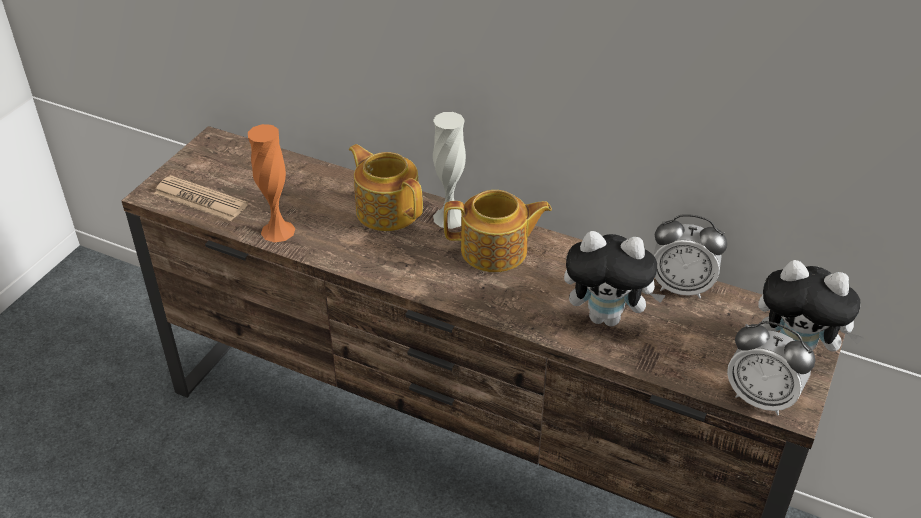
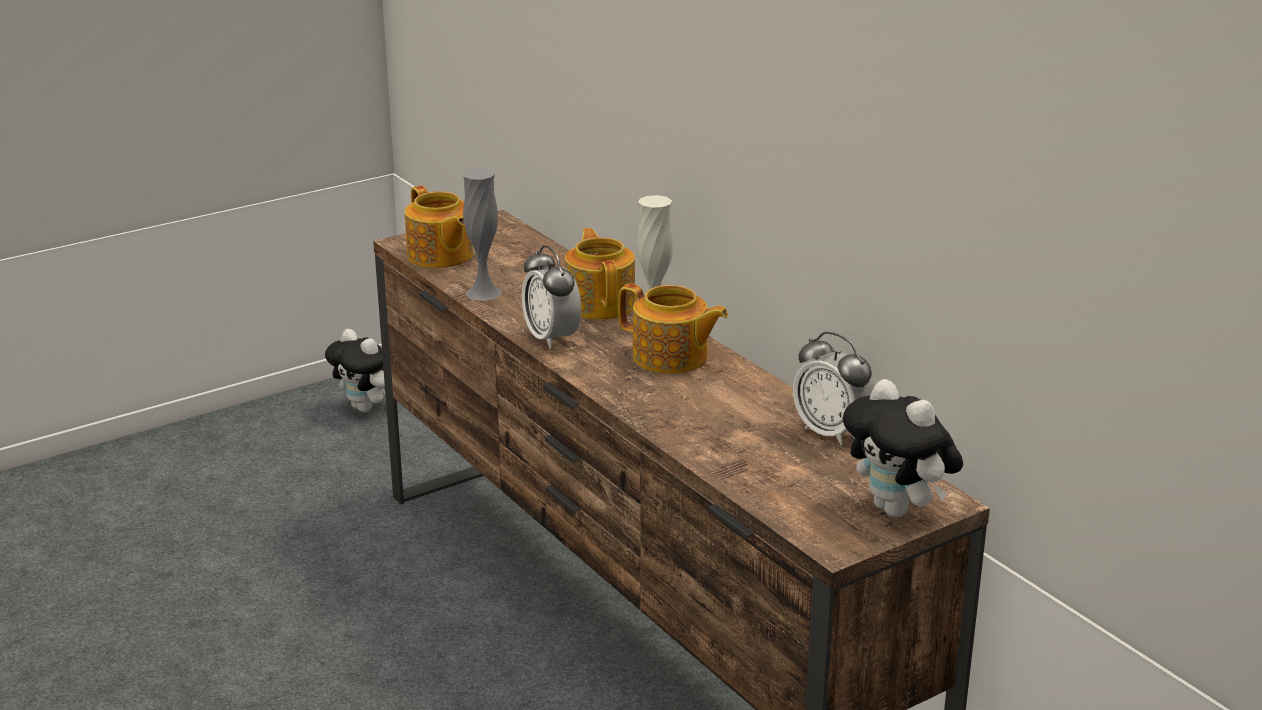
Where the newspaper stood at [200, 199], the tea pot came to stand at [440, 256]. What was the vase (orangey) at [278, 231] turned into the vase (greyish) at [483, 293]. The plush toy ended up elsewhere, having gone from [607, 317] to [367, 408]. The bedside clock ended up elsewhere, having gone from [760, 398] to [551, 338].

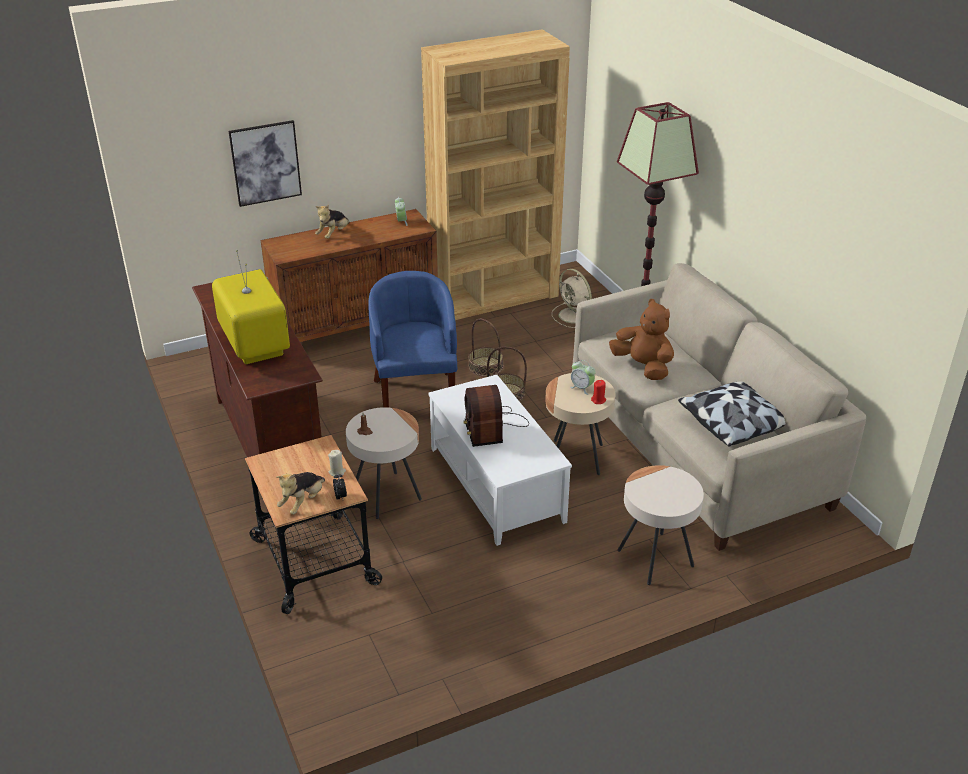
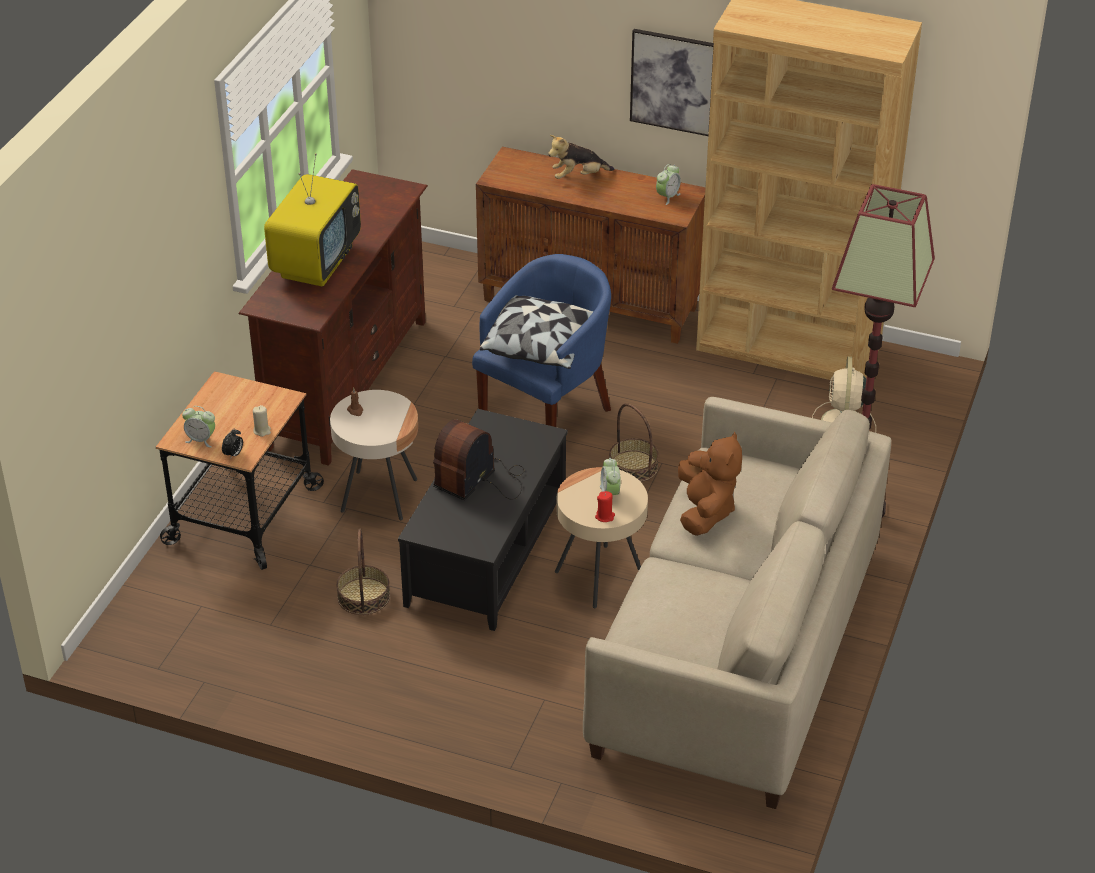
The wall picture ended up elsewhere, having gone from [265, 163] to [673, 81]. Where the plush toy stood at [303, 502], the bedside clock came to stand at [201, 440]. What was the coffee table (whitish) at [497, 484] turned into the coffee table (black-coloured) at [488, 552]. The storage basket ended up elsewhere, having gone from [486, 366] to [364, 596]. The second view lost the side table (beige-coloured) at [655, 558]. The cushion ended up elsewhere, having gone from [734, 424] to [540, 345].

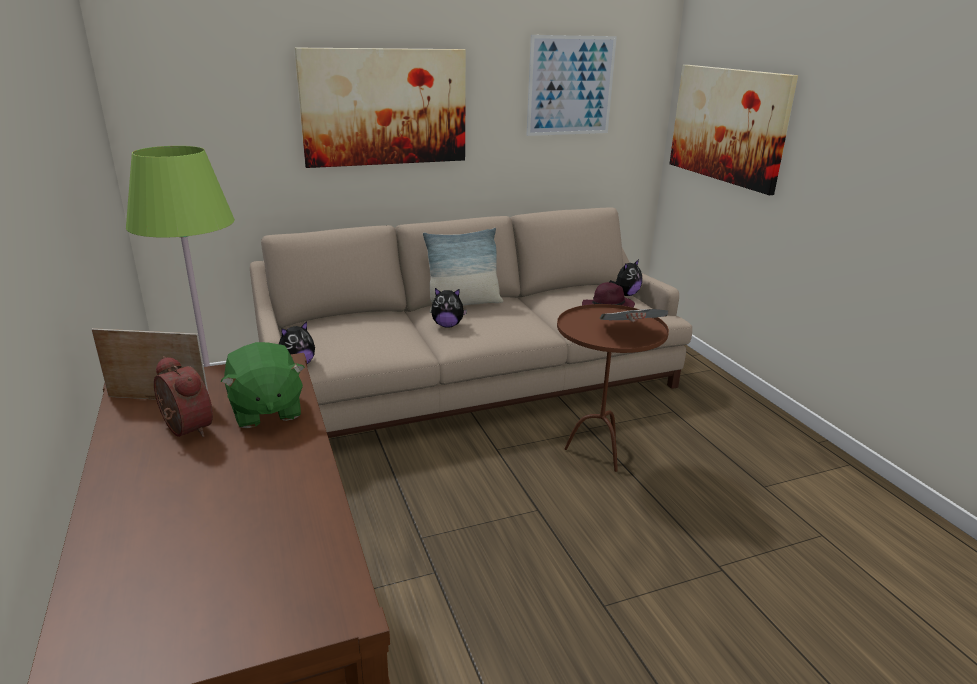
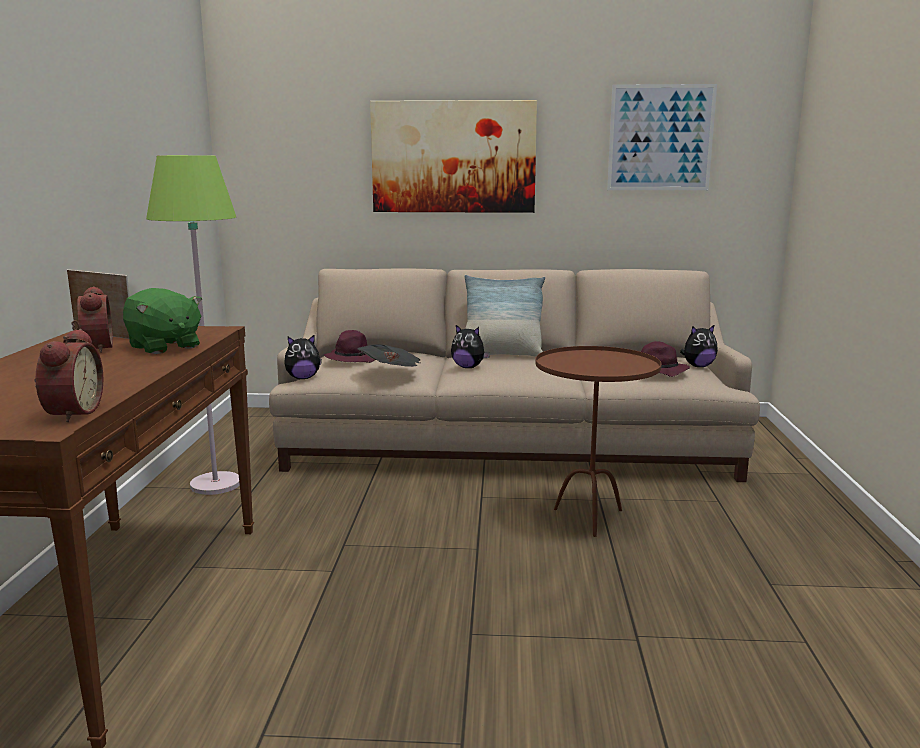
The plush toy (greenish) at [266, 410] ended up facing another way, 45 degrees counterclockwise from before. The newspaper ended up elsewhere, having gone from [630, 333] to [392, 373]. The second view lost the wall picture at [728, 125]. The second view gained the bedside clock at [70, 413]. The second view gained the wearable hat (purple-coloured) at [352, 358].

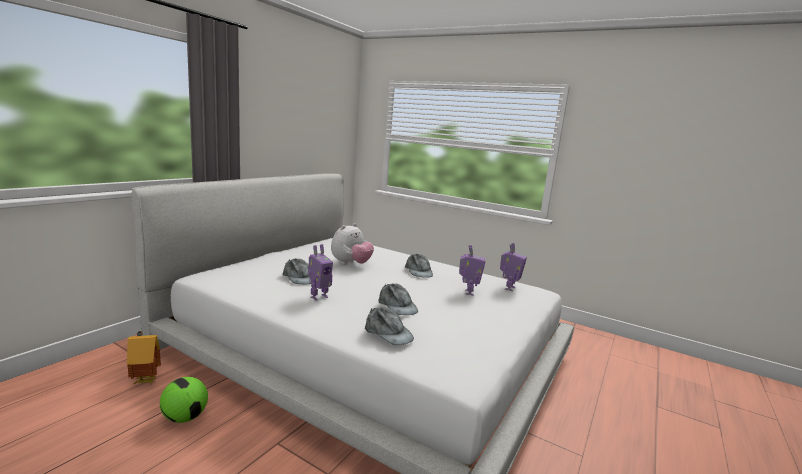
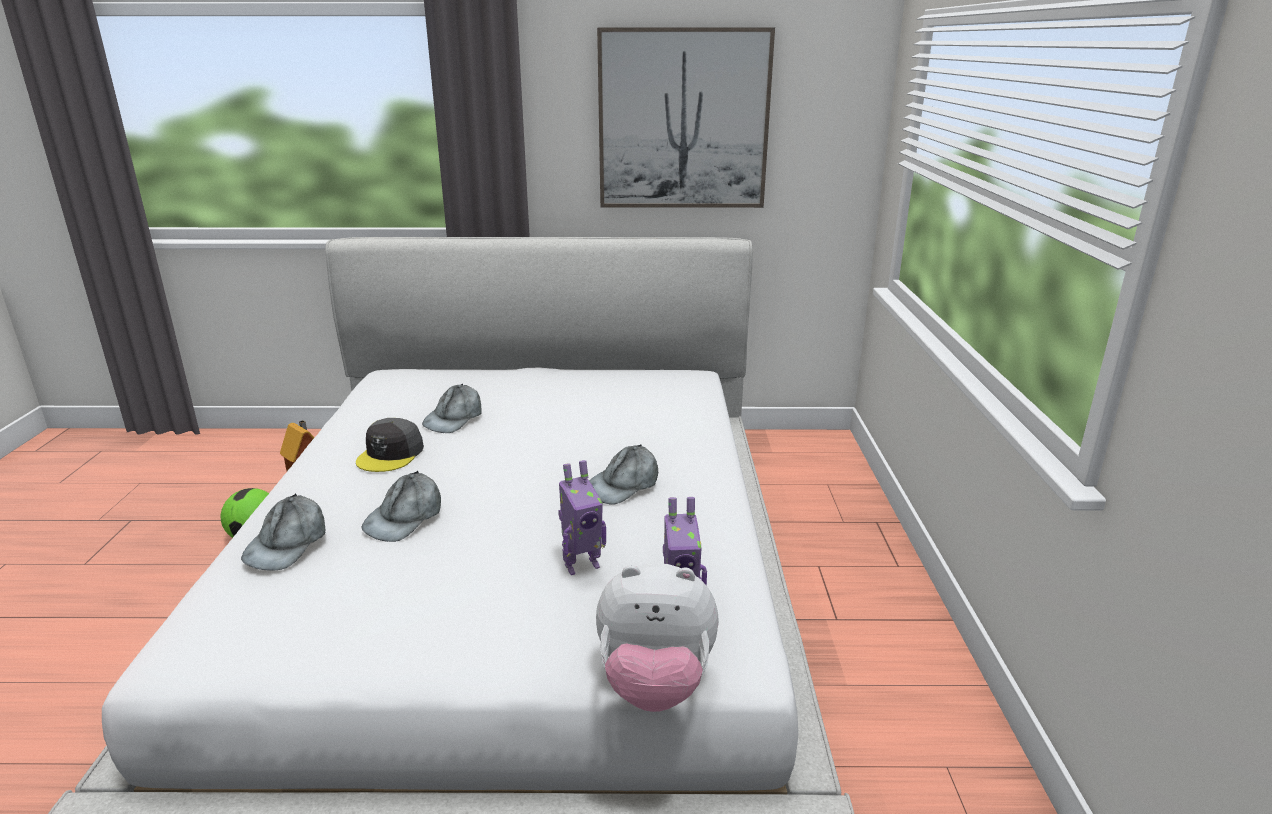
Where the model robot stood at [318, 297], the baseball cap (greyish) came to stand at [391, 454]. The plush toy ended up elsewhere, having gone from [351, 264] to [655, 684]. The second view gained the wall picture at [683, 120].

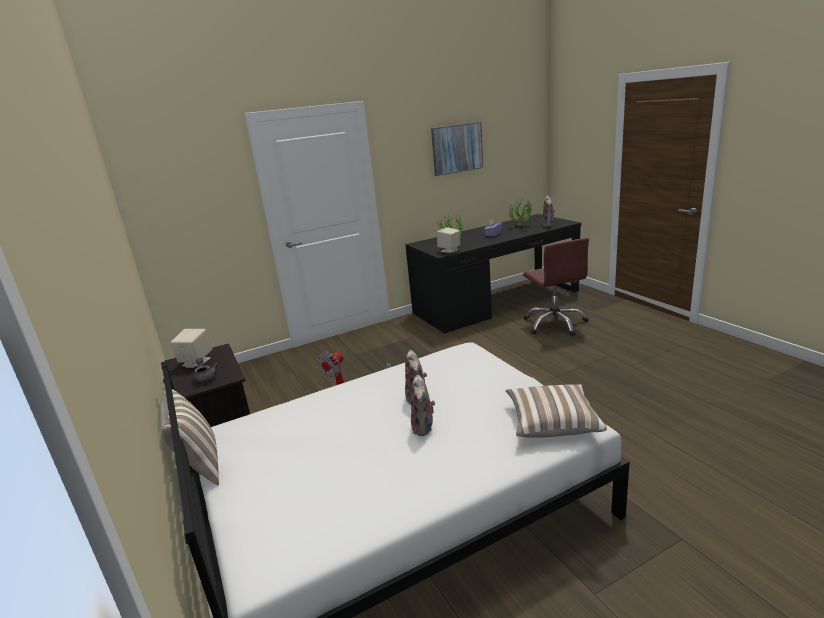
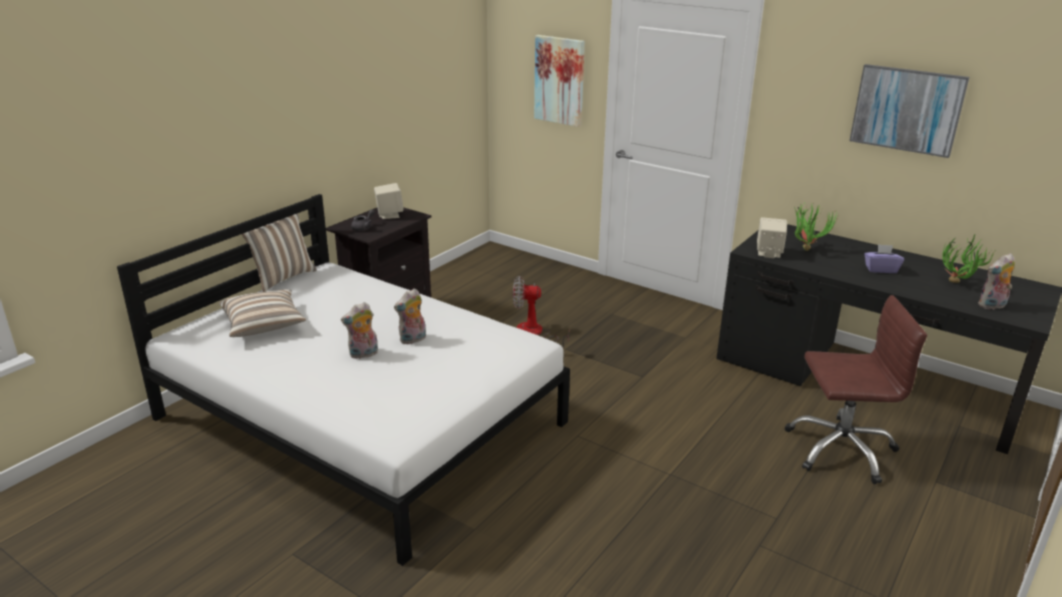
The cushion ended up elsewhere, having gone from [551, 422] to [264, 325]. The desk chair (brown-coloured) at [555, 324] ended up facing another way, 135 degrees counterclockwise from before. The second view gained the wall picture at [559, 80].

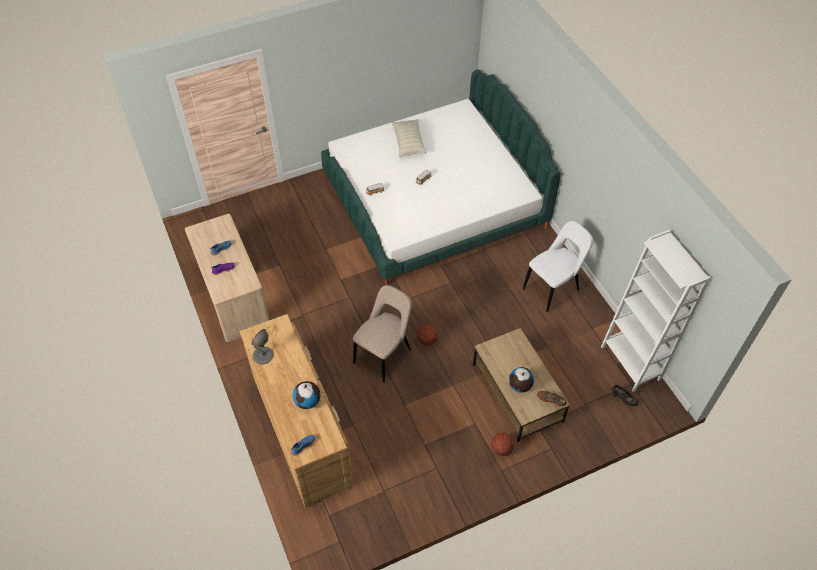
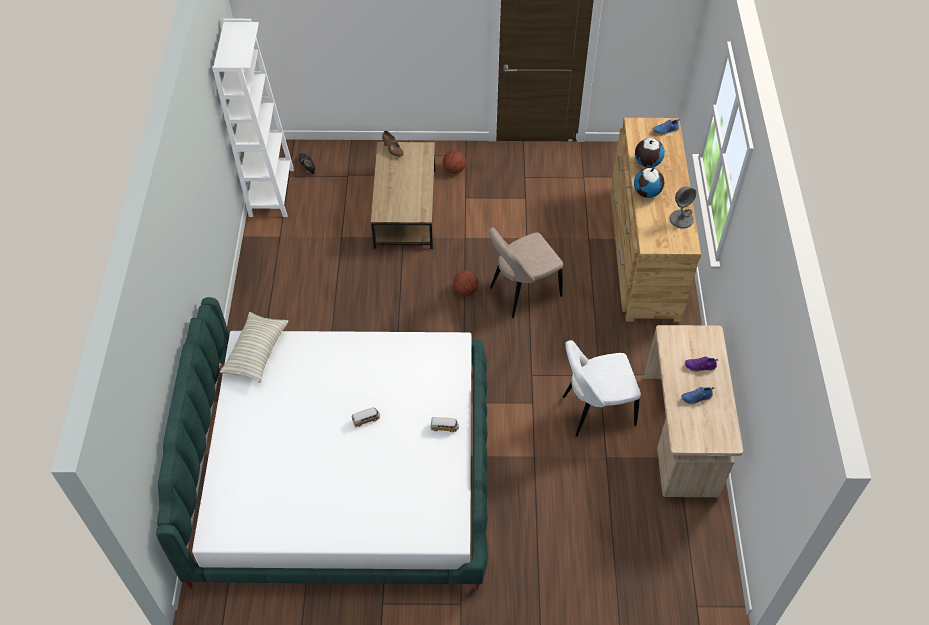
The cushion ended up elsewhere, having gone from [408, 143] to [256, 352]. The globe ended up elsewhere, having gone from [520, 386] to [647, 193]. The upright chair (whitish) ended up elsewhere, having gone from [553, 288] to [595, 411].

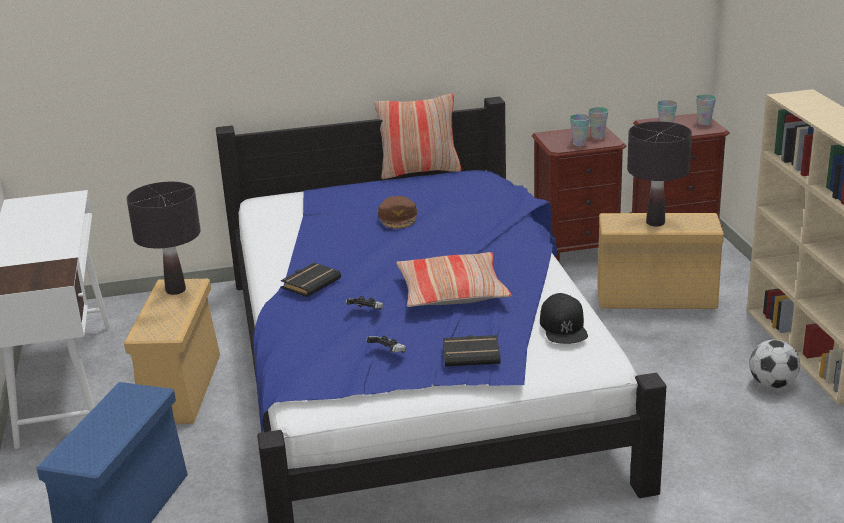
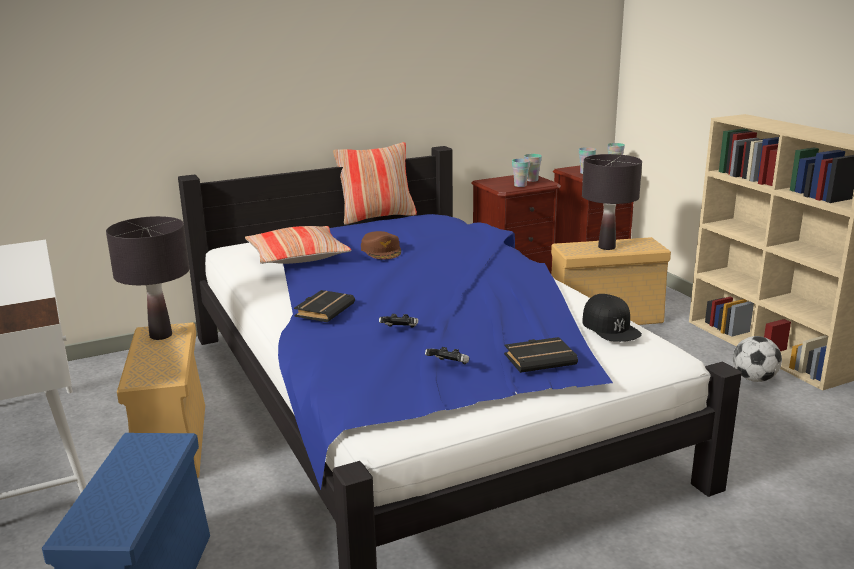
The cushion ended up elsewhere, having gone from [452, 292] to [297, 256].

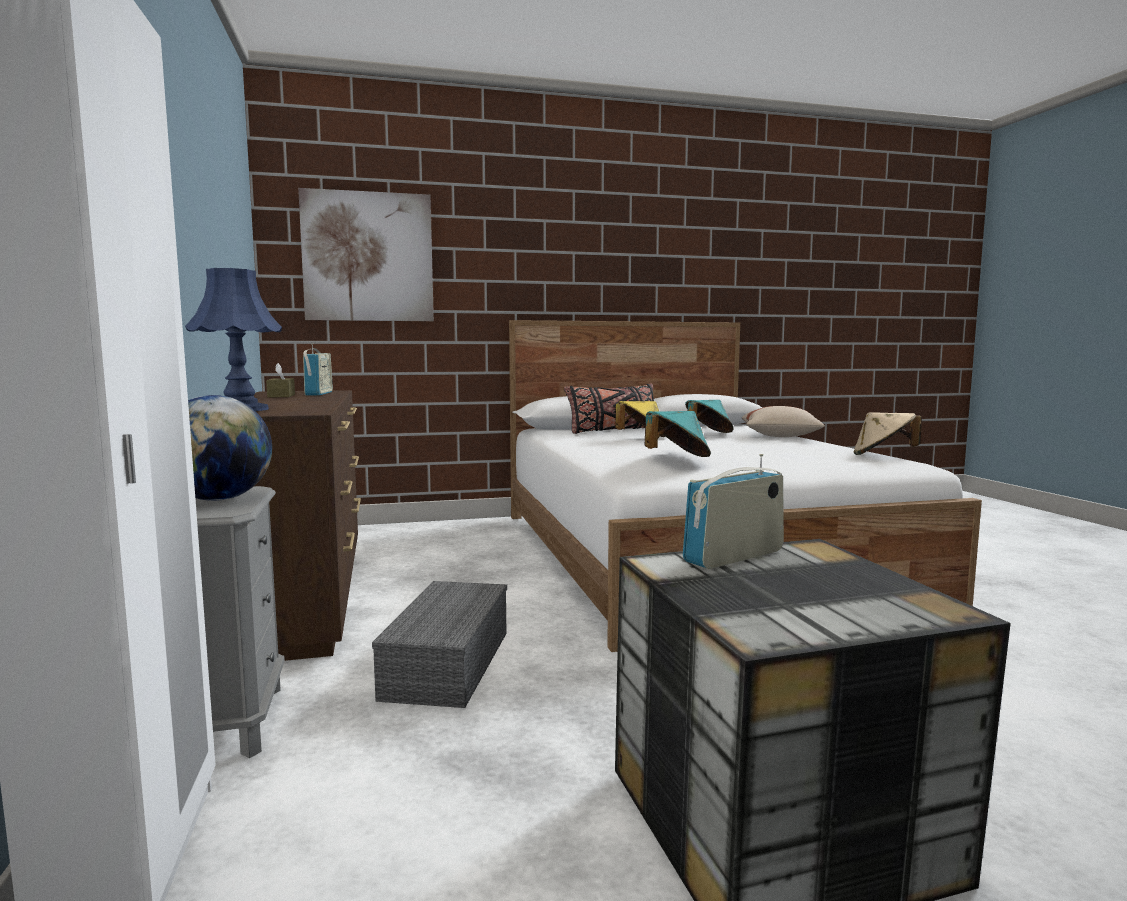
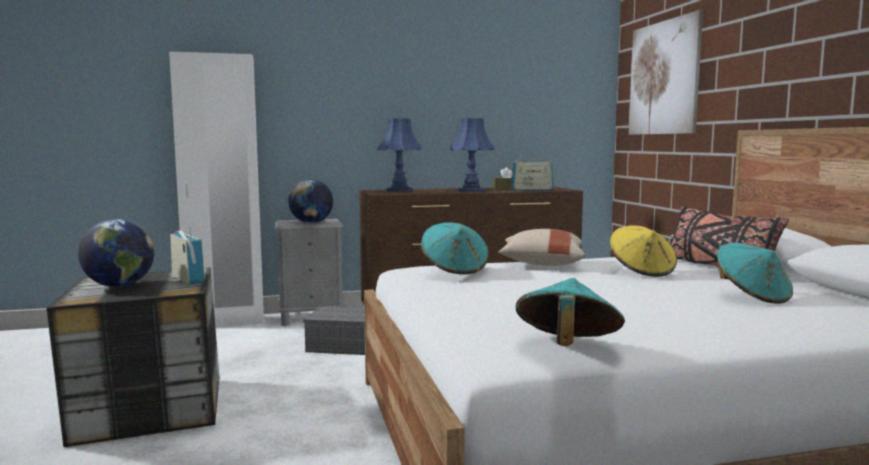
The cushion (beige-coloured) ended up elsewhere, having gone from [780, 437] to [541, 263]. What was the wearable hat (beige-coloured) at [883, 455] turned into the wearable hat (turquoise-coloured) at [566, 348]. The second view gained the globe at [119, 286]. The second view gained the tabletop lamp (blue-coloured) at [471, 190].

